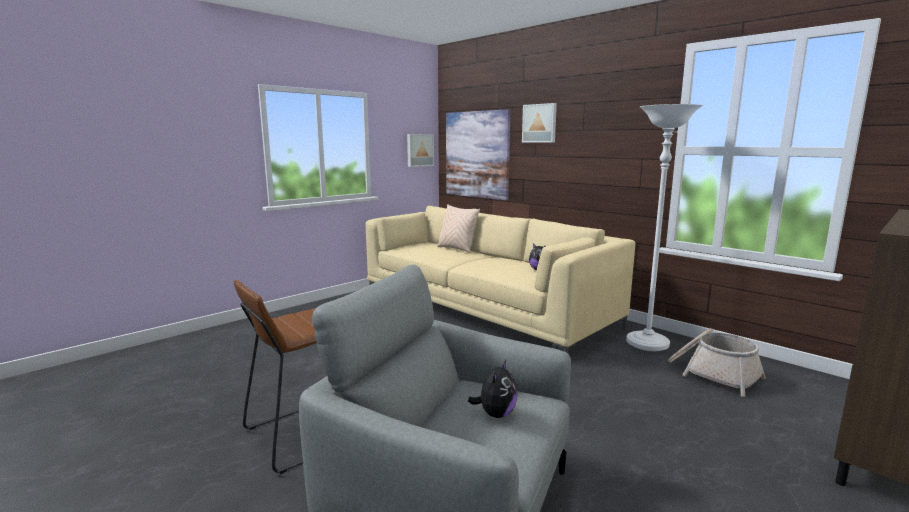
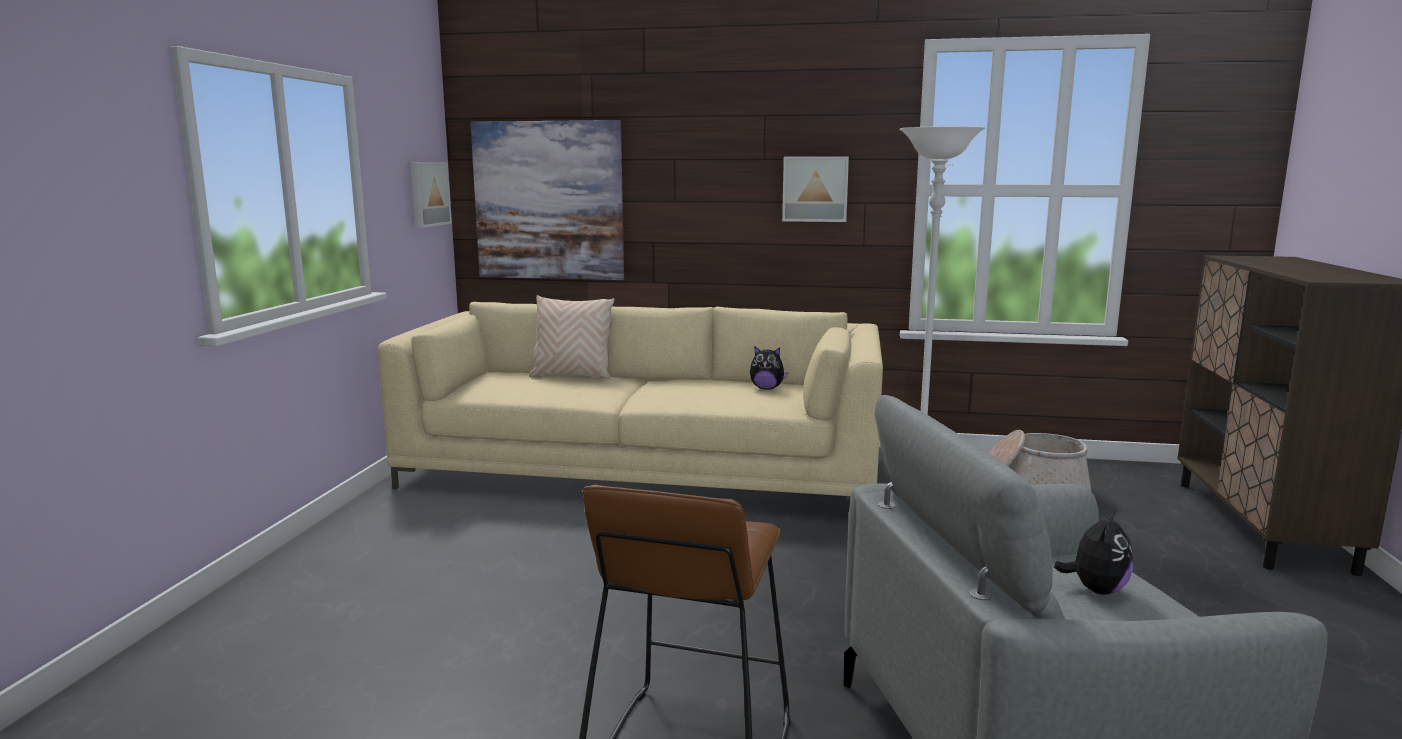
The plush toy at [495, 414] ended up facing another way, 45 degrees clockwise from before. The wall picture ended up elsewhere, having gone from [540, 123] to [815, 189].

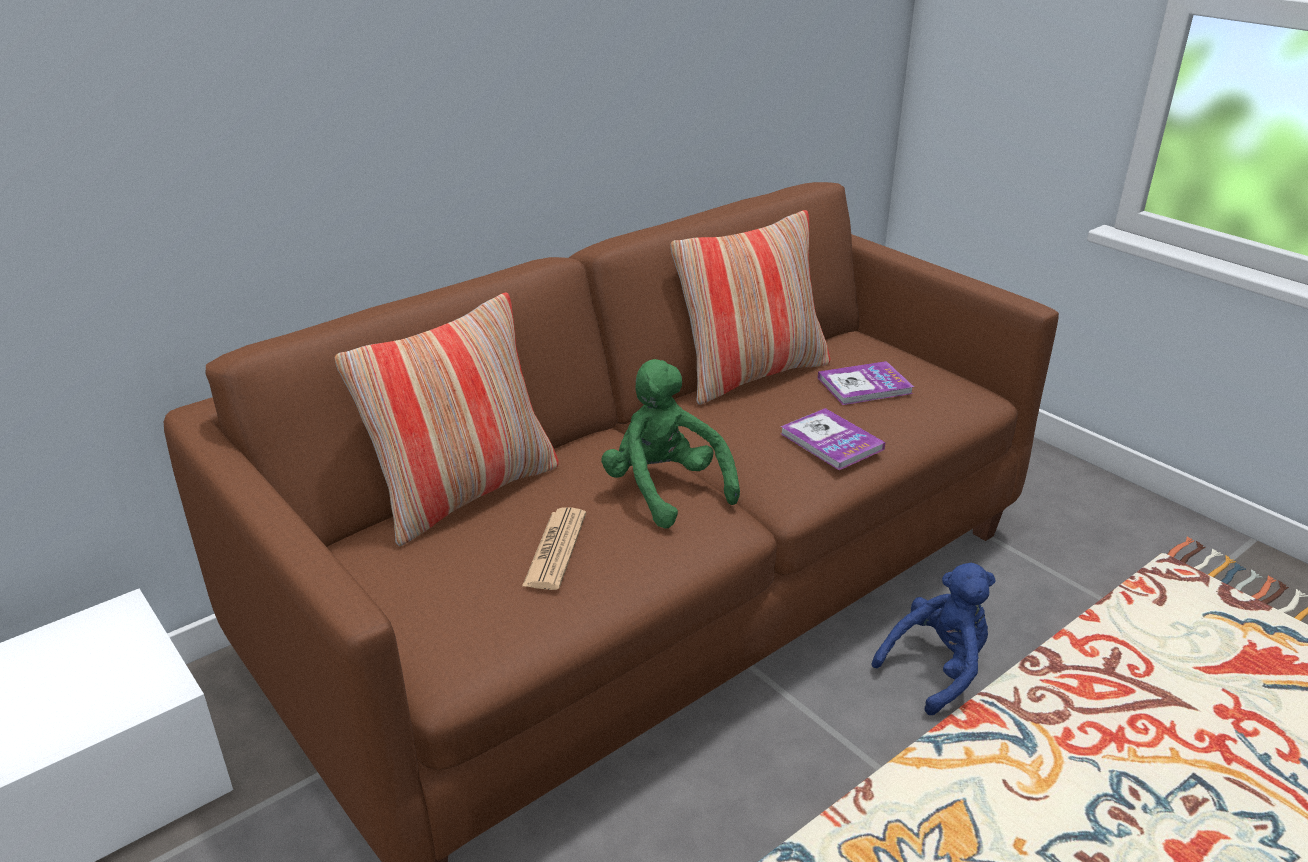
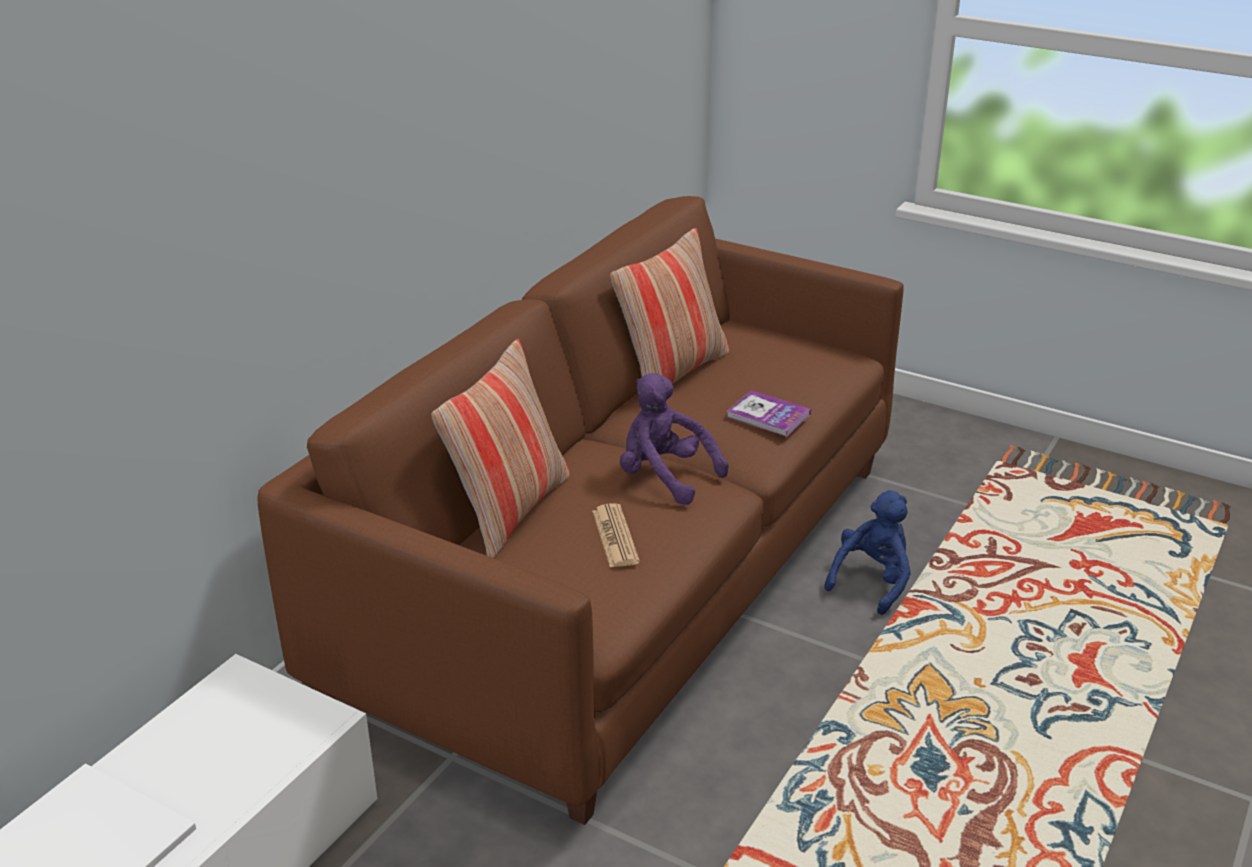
What was the plush toy (greenish) at [665, 489] turned into the plush toy (purple-coloured) at [664, 477]. The second view lost the bound book at [864, 386].

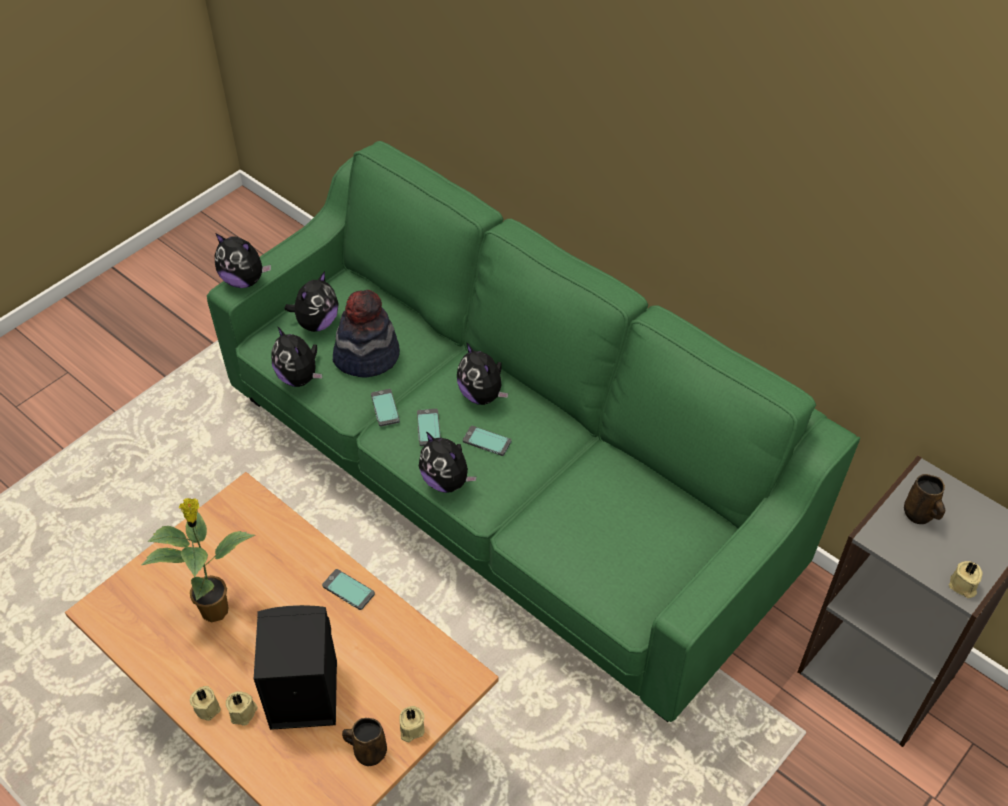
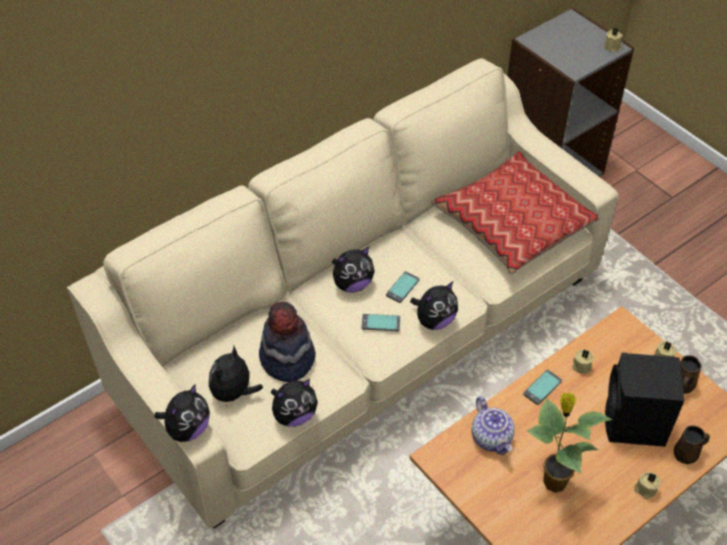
What was the couch (greenish) at [505, 487] turned into the couch (beige-coloured) at [364, 341]. The wax light (beige-coloured) ended up elsewhere, having gone from [243, 713] to [581, 365]. The plush toy at [316, 323] ended up facing another way, 105 degrees counterclockwise from before. The second view lost the handset at [385, 408]. The mug (brown-coloured) ended up elsewhere, having gone from [919, 515] to [686, 454]. The second view gained the cushion at [513, 222]. The second view gained the tea pot at [492, 438].

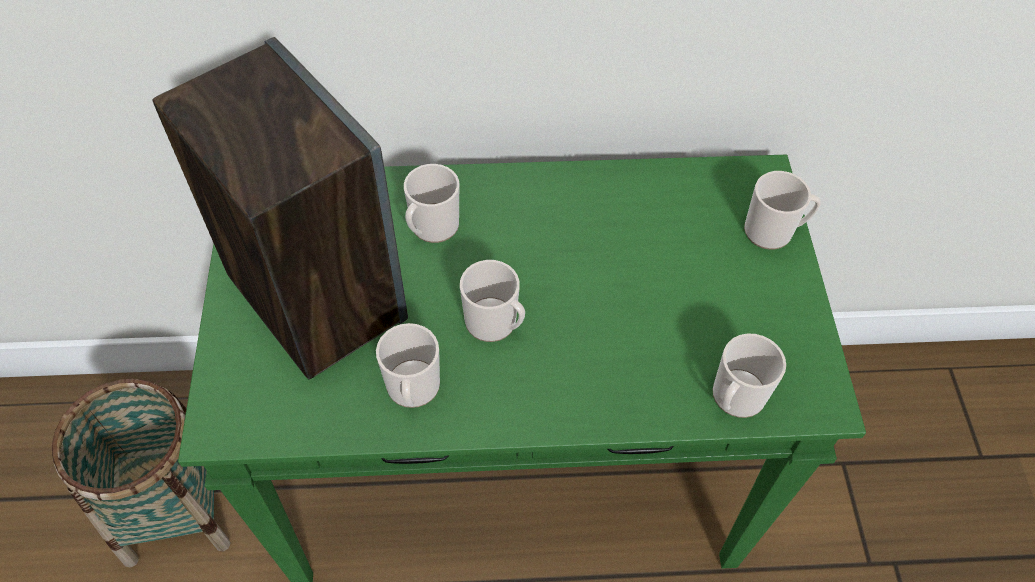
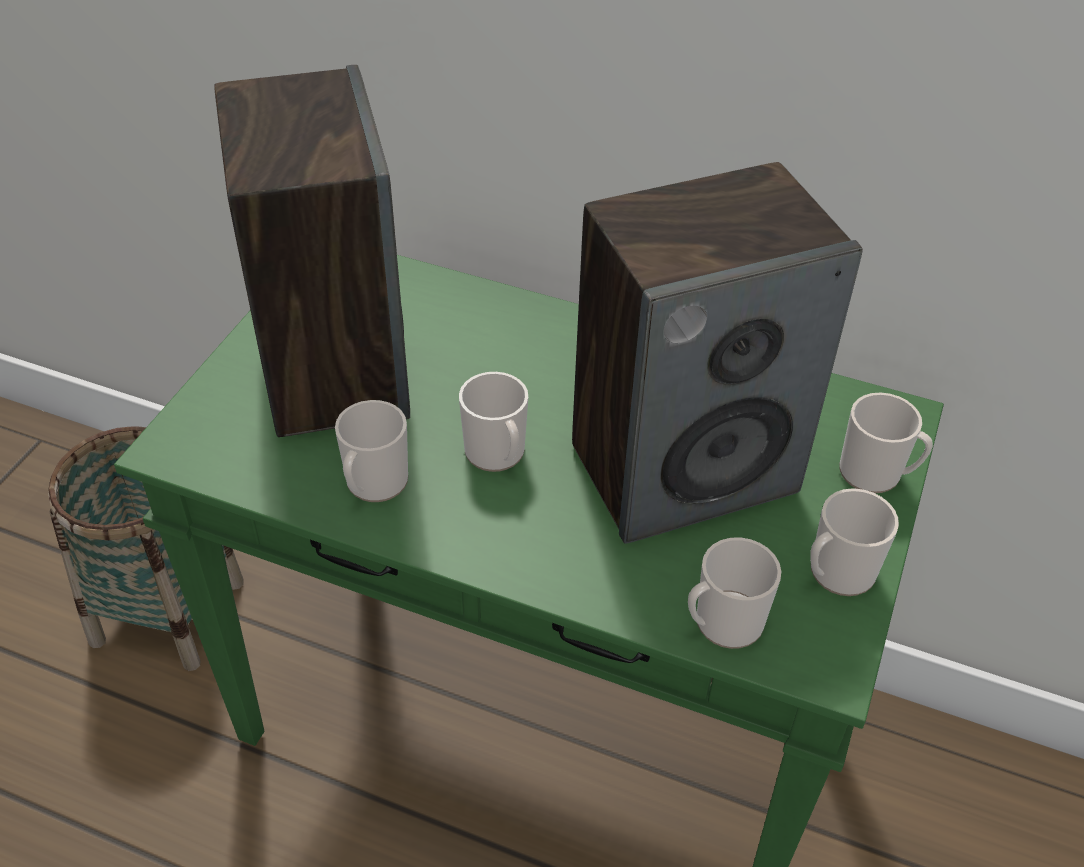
The mug ended up elsewhere, having gone from [431, 228] to [836, 574]. The second view gained the speaker at [684, 467].

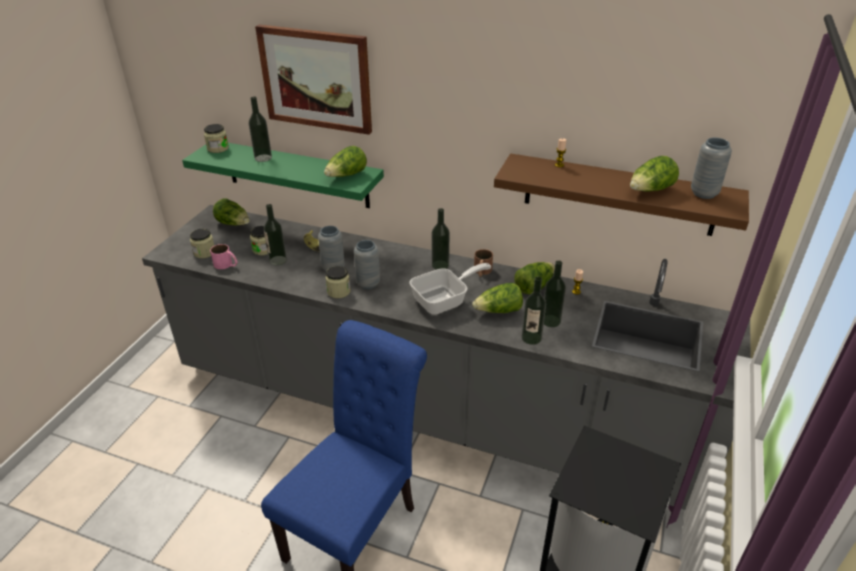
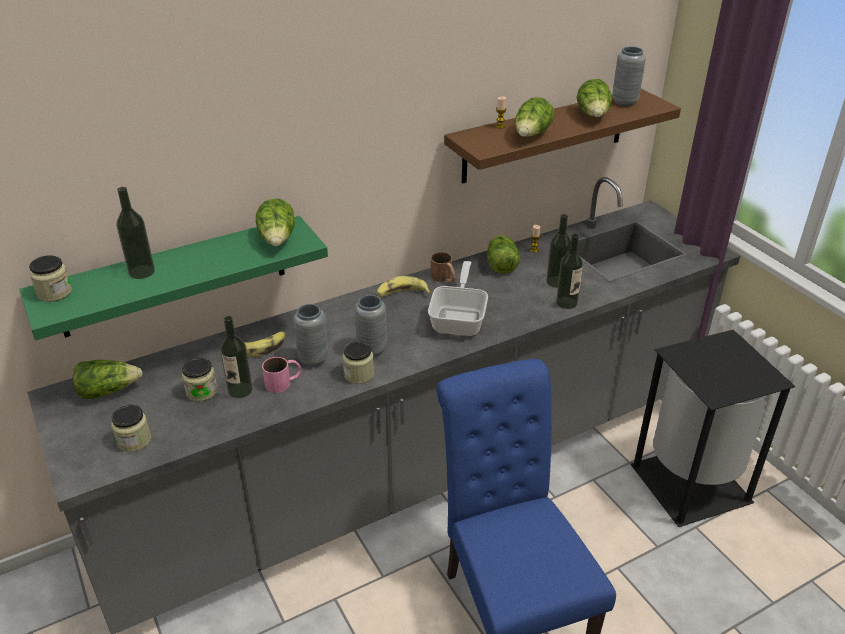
The mug (pink) ended up elsewhere, having gone from [226, 265] to [284, 382]. The second view lost the wall picture at [316, 79]. Where the beverage bottle stood at [440, 265], the whole banana came to stand at [402, 294]. The lettuce ended up elsewhere, having gone from [499, 311] to [531, 135].

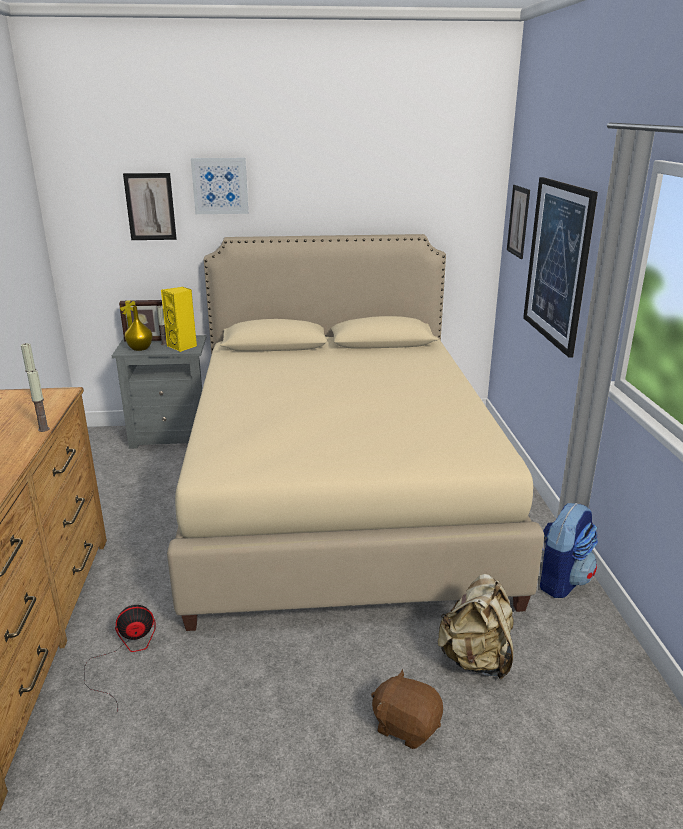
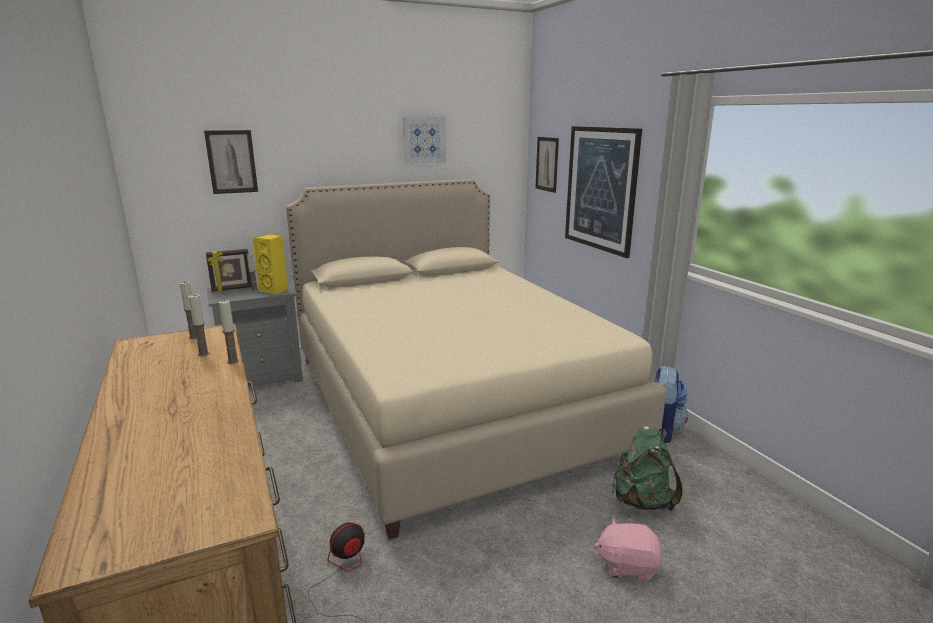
The second view lost the vase (yellow-coloured) at [140, 348]. The wall picture ended up elsewhere, having gone from [220, 186] to [424, 140]. What was the plush toy (brown-coloured) at [406, 725] turned into the plush toy (pink) at [627, 565]. What was the rucksack (beige-coloured) at [476, 659] turned into the rucksack (greenish) at [642, 501]. The second view gained the wax light at [203, 354].

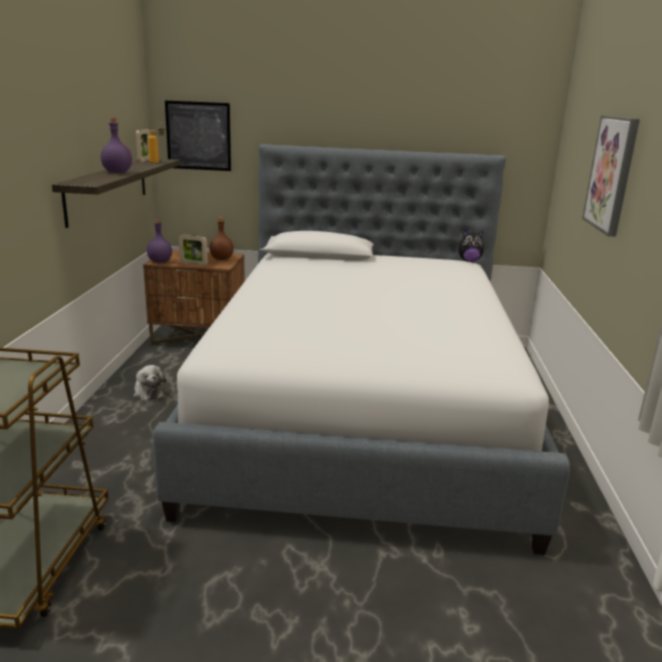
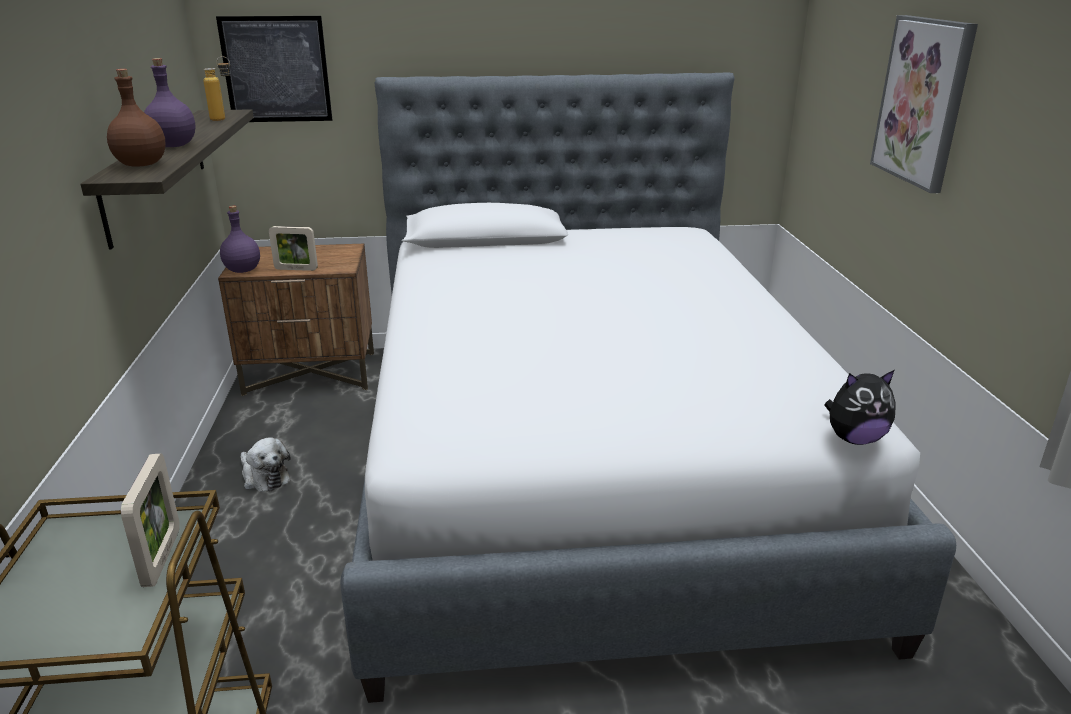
The standing frame ended up elsewhere, having gone from [144, 160] to [162, 557]. The beverage bottle (brown-coloured) ended up elsewhere, having gone from [222, 258] to [142, 164]. The plush toy ended up elsewhere, having gone from [469, 261] to [854, 439].

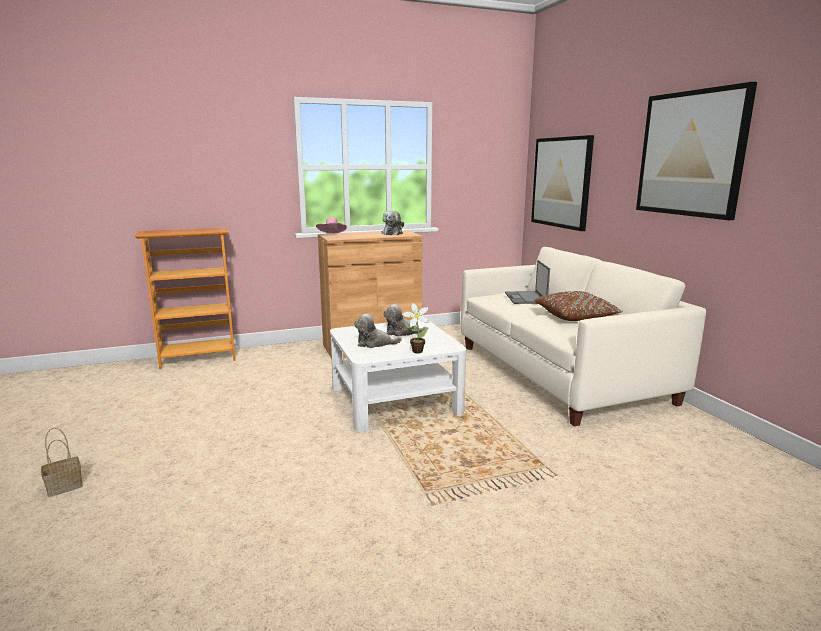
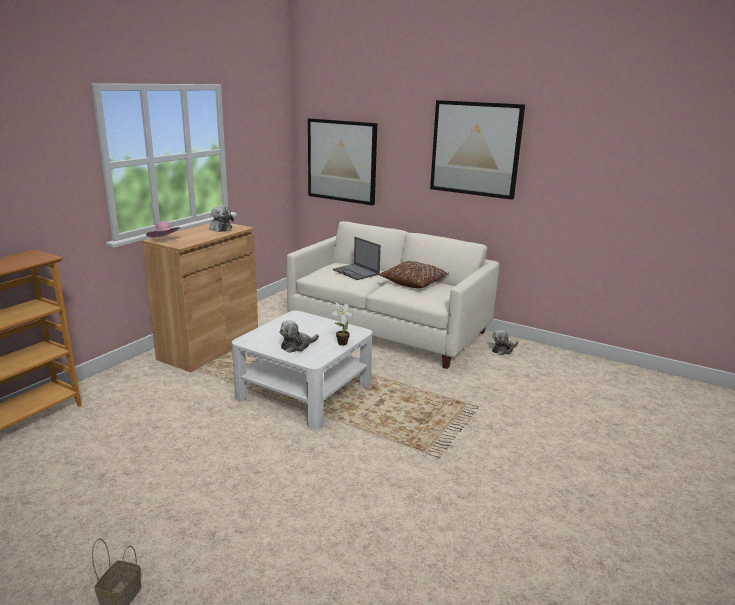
The plush toy ended up elsewhere, having gone from [402, 332] to [503, 350].

